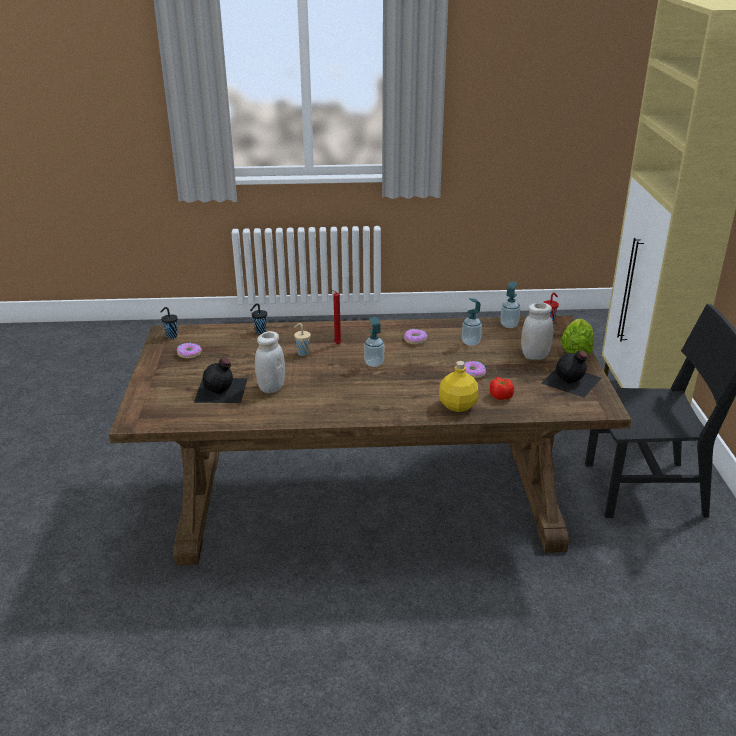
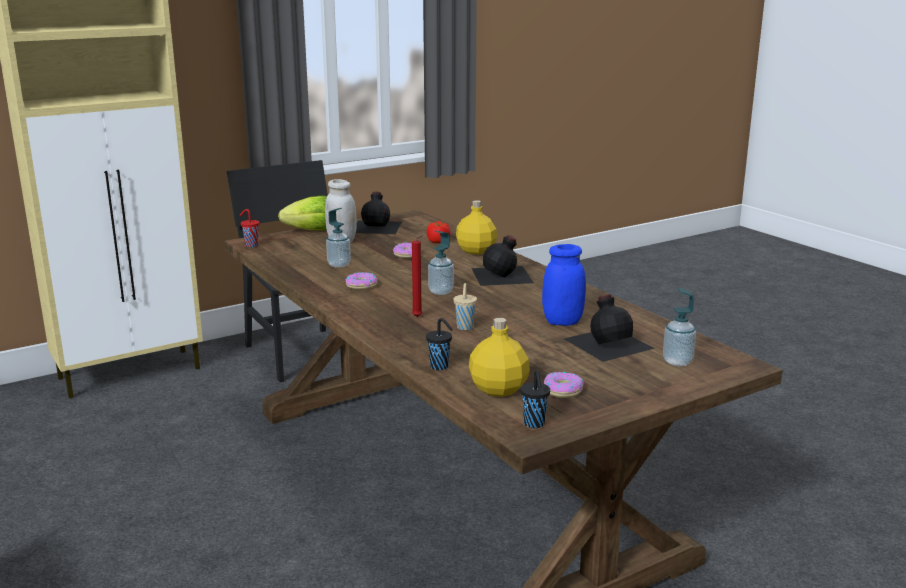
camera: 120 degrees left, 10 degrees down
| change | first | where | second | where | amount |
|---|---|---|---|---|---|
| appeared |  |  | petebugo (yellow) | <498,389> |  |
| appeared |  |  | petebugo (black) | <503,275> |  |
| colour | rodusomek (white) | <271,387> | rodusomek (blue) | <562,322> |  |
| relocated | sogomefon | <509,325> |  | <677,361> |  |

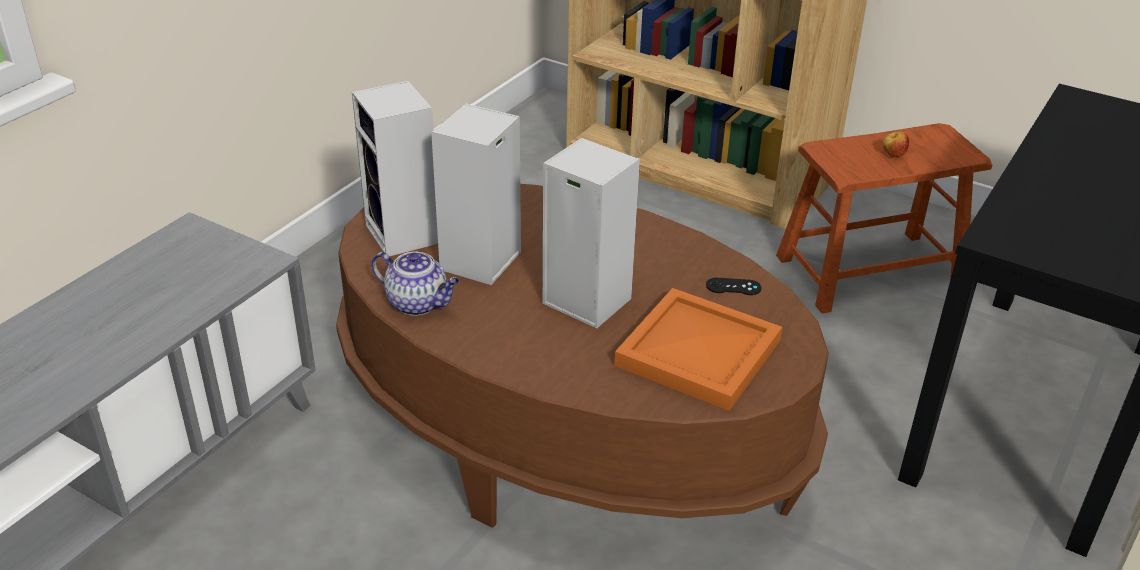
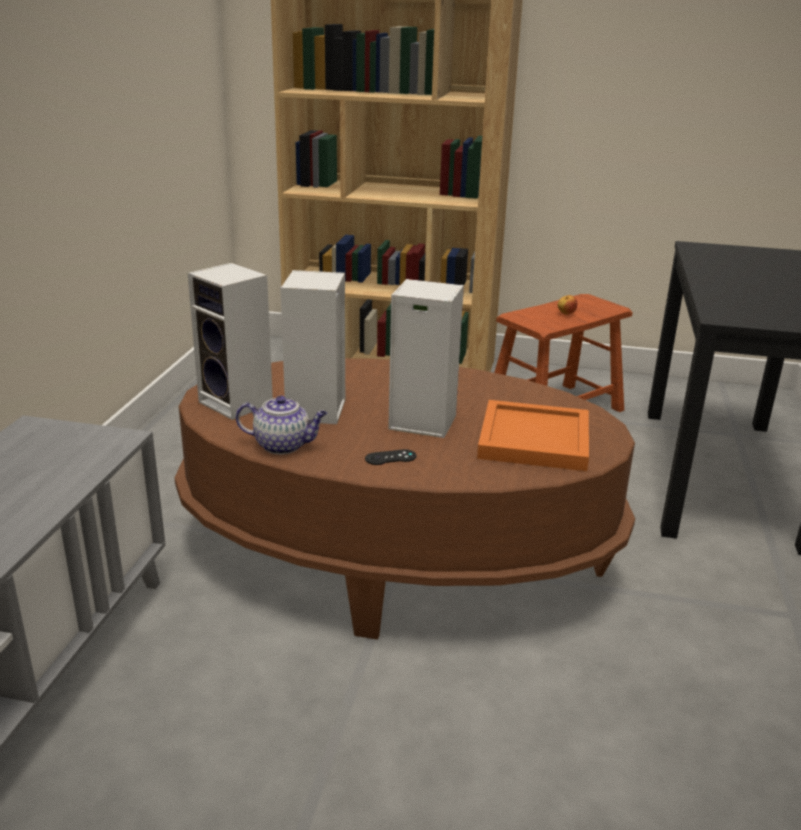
camera: 20 degrees left, 10 degrees down
| change | first | where | second | where | amount |
|---|---|---|---|---|---|
| relocated | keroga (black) | <733,287> |  | <390,457> |  |

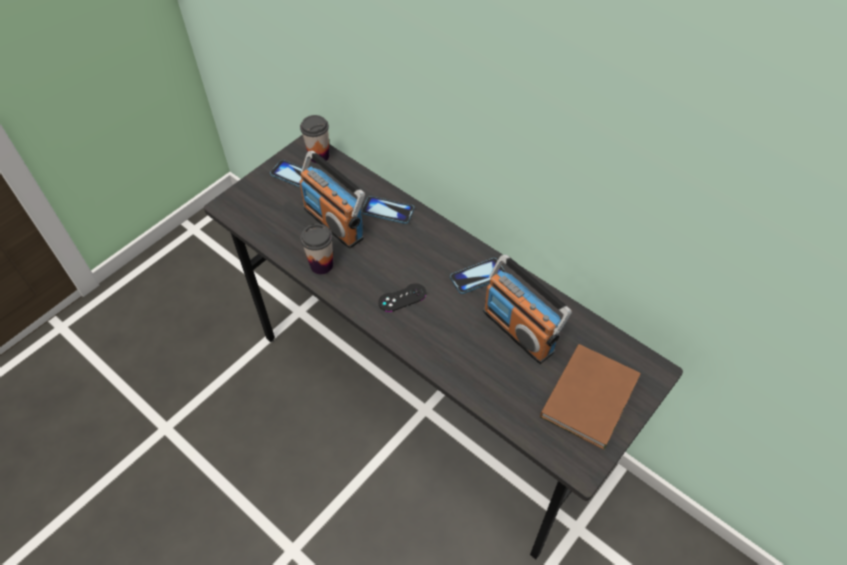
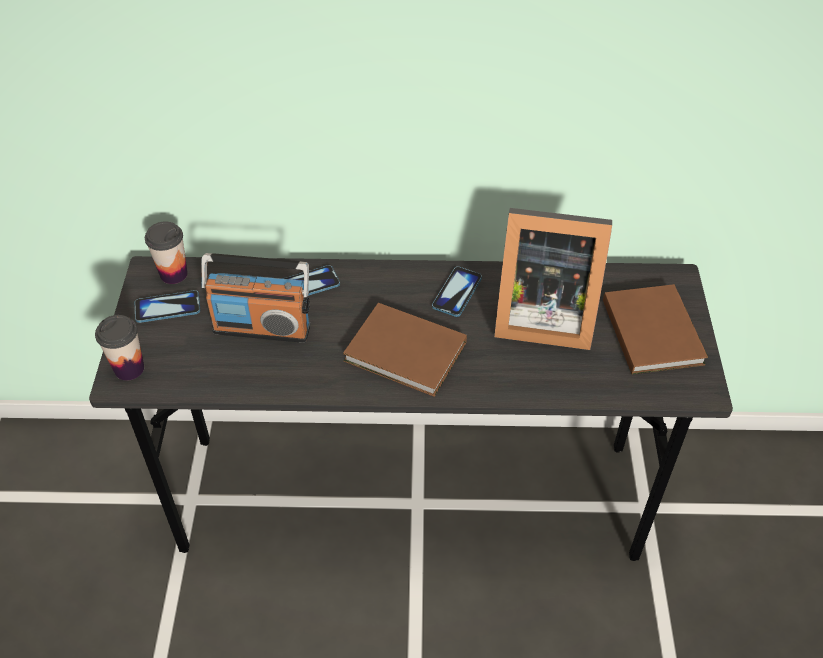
camera: 40 degrees left, 5 degrees down
| change | first | where | second | where | amount |
|---|---|---|---|---|---|
| relocated | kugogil | <321,265> |  | <129,368> |  |
| exchanged | keroga (black) | <402,298> | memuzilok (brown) | <407,354> |  |
| exchanged | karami | <519,330> | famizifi | <541,316> |  |

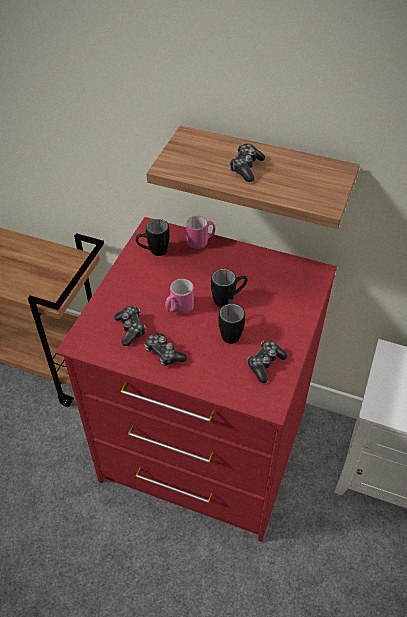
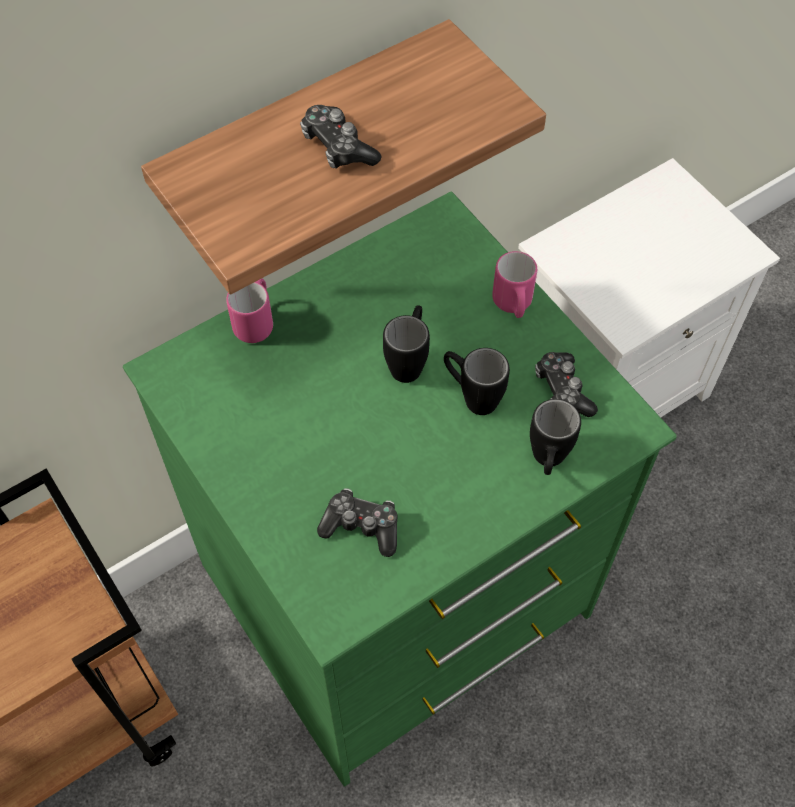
camera: 55 degrees left, 10 degrees up
| change | first | where | second | where | amount |
|---|---|---|---|---|---|
| colour | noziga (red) | <204,447> | noziga (green) | <397,595> |  |
| relocated | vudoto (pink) | <179,309> |  | <513,305> |  |
| relocated | vudoto (black) | <153,252> |  | <547,462> |  |
| missing | keroga | <164,353> |  |  |  |

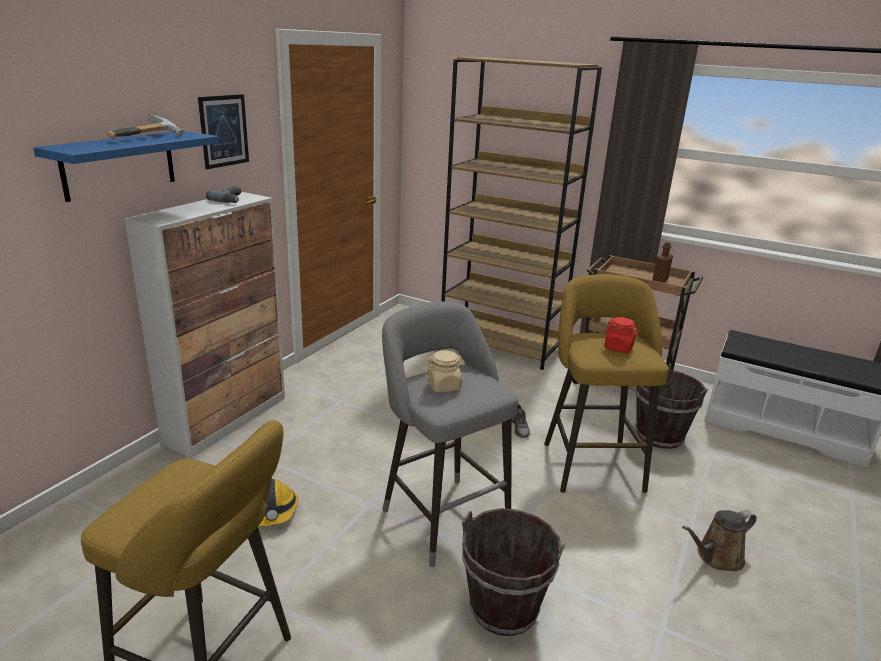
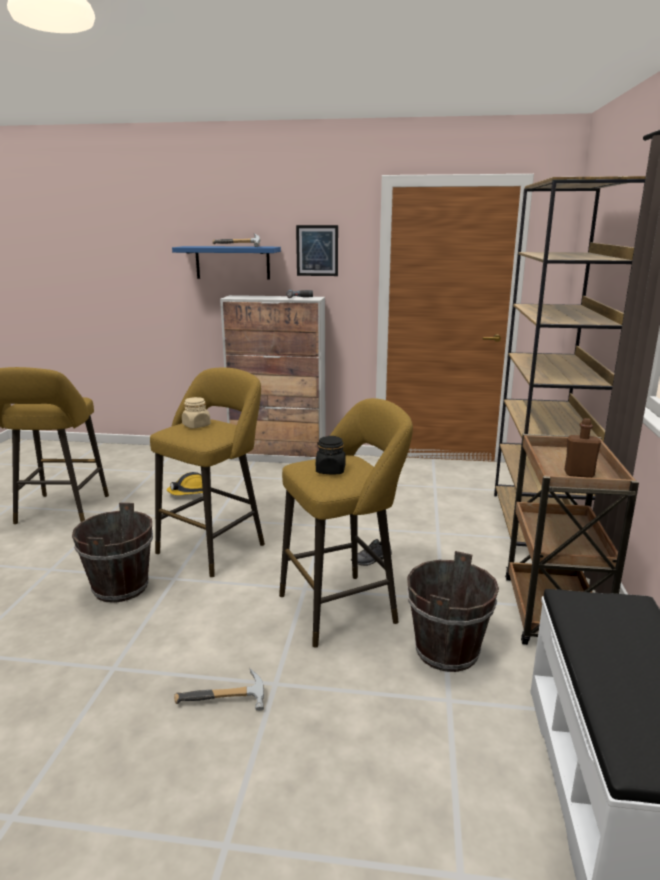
camera: 70 degrees right, 5 degrees down
| change | first | where | second | where | amount |
|---|---|---|---|---|---|
| colour | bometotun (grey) | <441,515> | bometotun (yellow) | <215,546> |  |
| exchanged | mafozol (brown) | <716,557> | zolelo | <224,703> |  |
| colour | rodusomek (red) | <618,348> | rodusomek (black) | <330,470> |  |

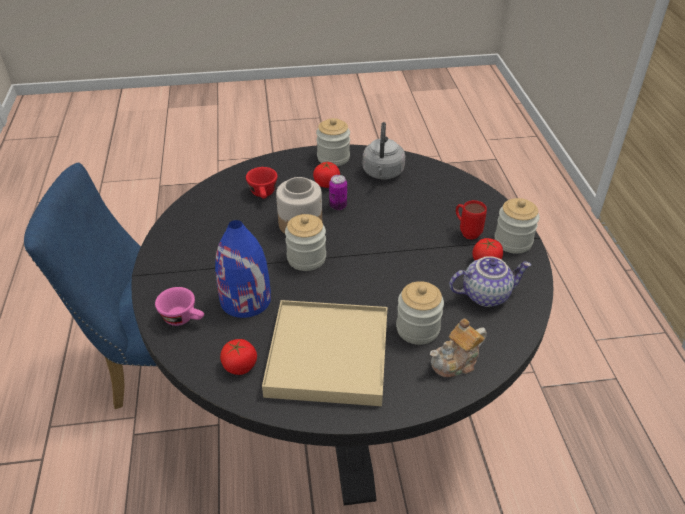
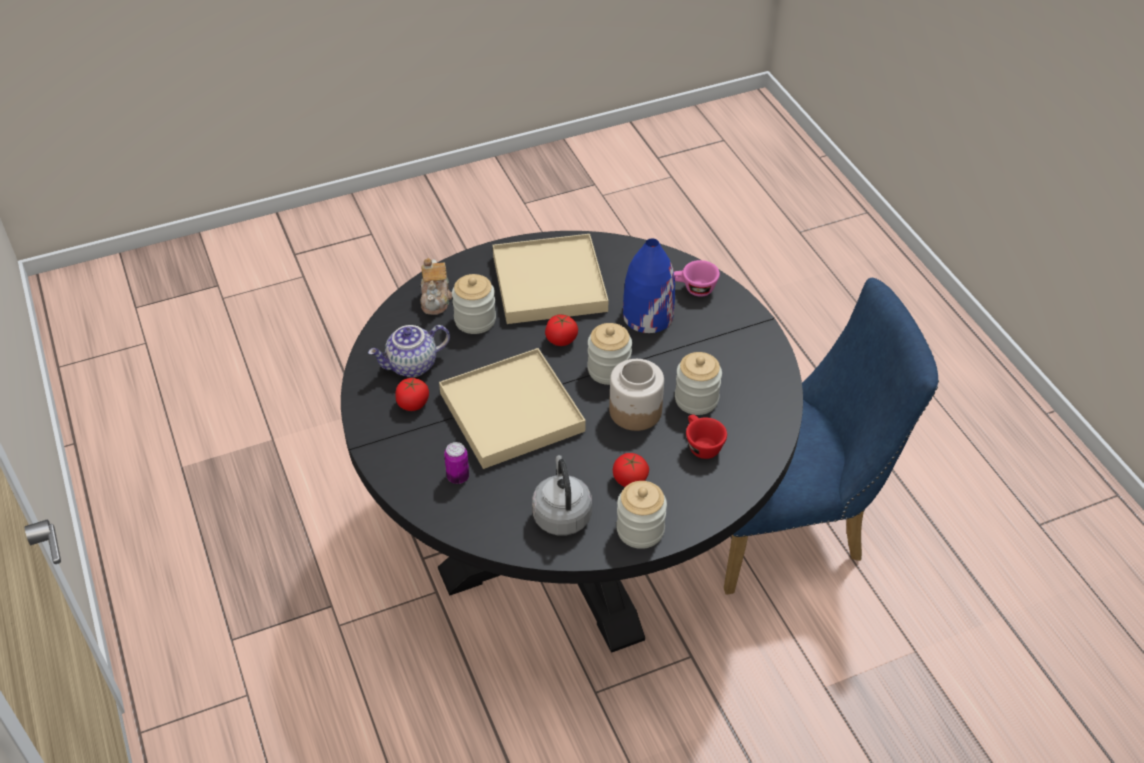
camera: 165 degrees right, 5 degrees up
| change | first | where | second | where | amount |
|---|---|---|---|---|---|
| spun | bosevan | <456,362> |  | <436,299> | 135 degrees clockwise |
| appeared |  |  | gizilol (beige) | <512,412> |  |
| relocated | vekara | <338,206> |  | <458,477> |  |
| relocated | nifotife | <240,366> |  | <561,339> |  |
| relocated | rodusomek | <513,241> |  | <696,399> |  |
| missing | vudoto (red) | <466,232> |  |  |  |

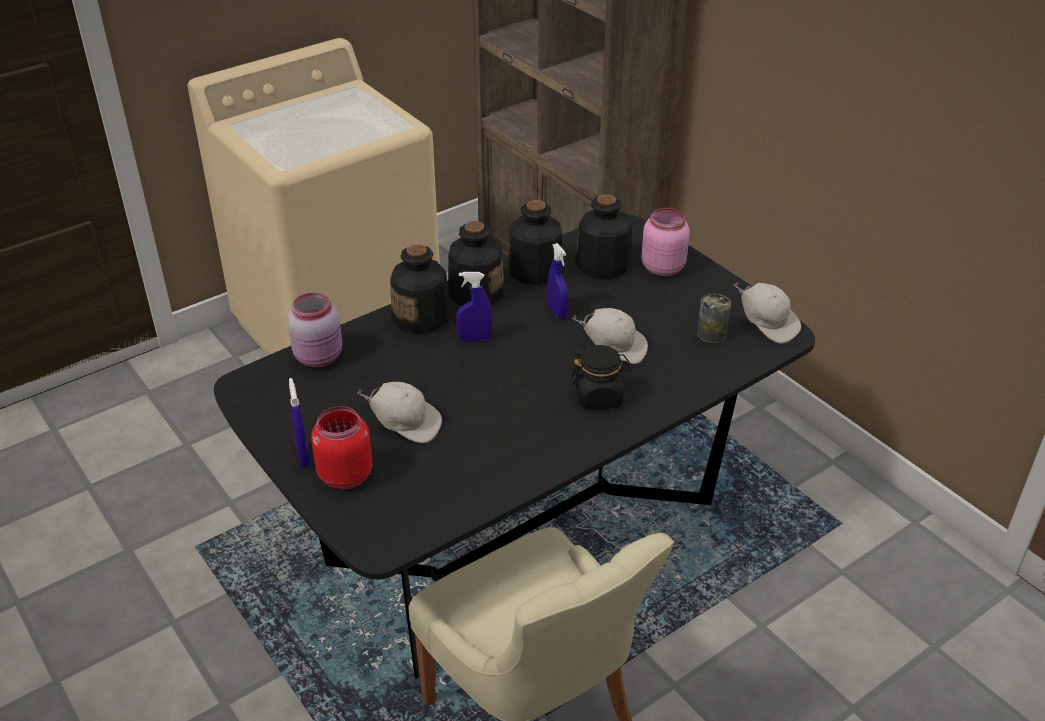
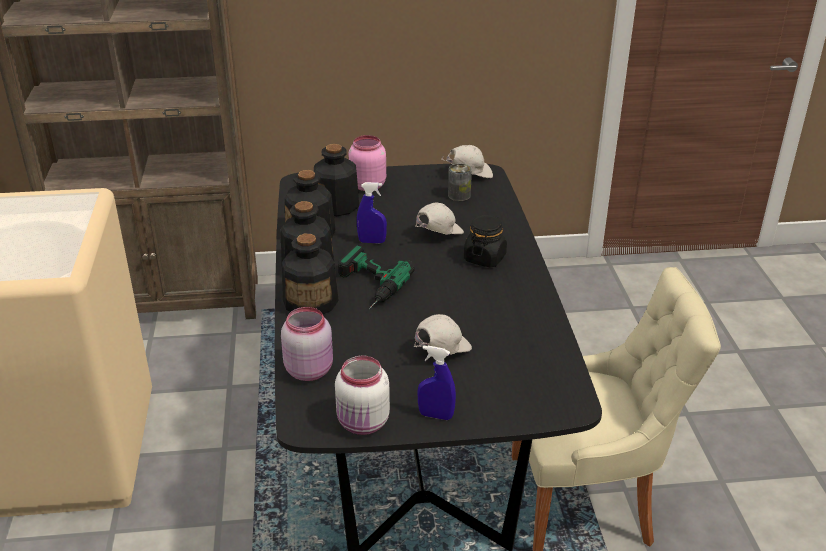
camera: 60 degrees left, 5 degrees down
| change | first | where | second | where | amount |
|---|---|---|---|---|---|
| appeared |  |  | rodusomek (white) | <363,423> |  |
| exchanged | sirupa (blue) | <474,338> | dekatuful | <366,286> |  |
| missing | rodusomek (red) | <344,475> |  |  |  |

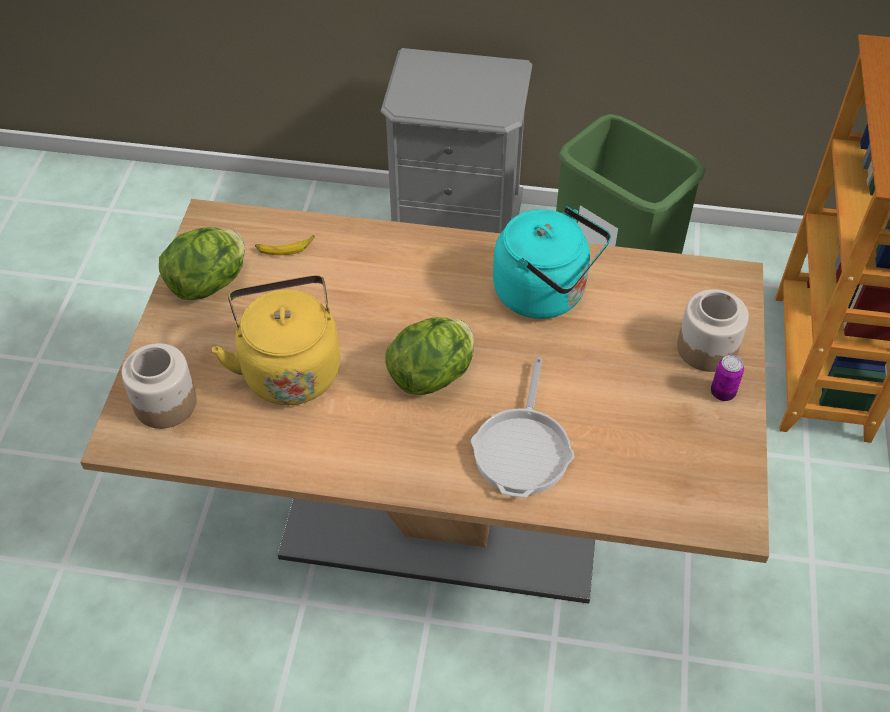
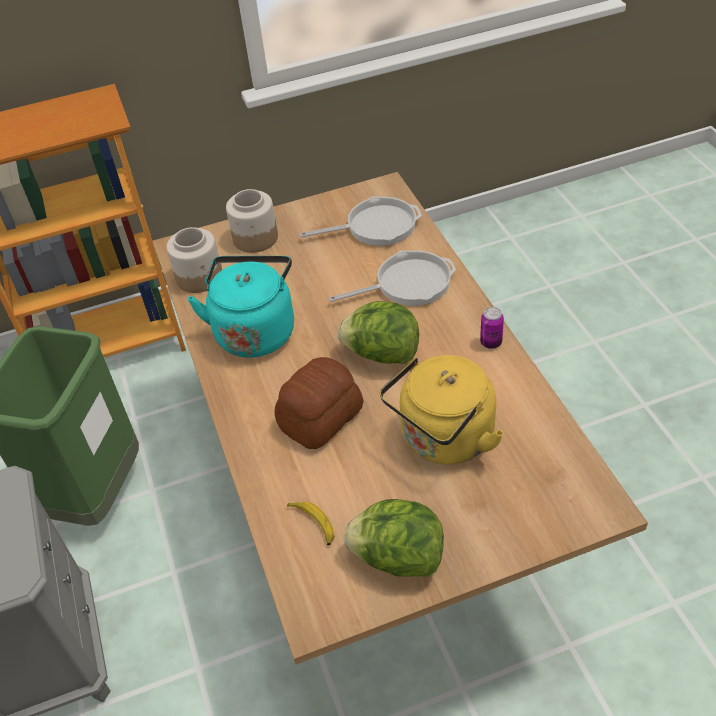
camera: 115 degrees left, 5 degrees down
| change | first | where | second | where | amount |
|---|---|---|---|---|---|
| relocated | rodusomek | <164,404> |  | <200,277> |  |
| appeared |  |  | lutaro | <319,418> |  |
| appeared |  |  | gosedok | <376,226> |  |
| relocated | vekara | <722,393> |  | <491,342> |  |

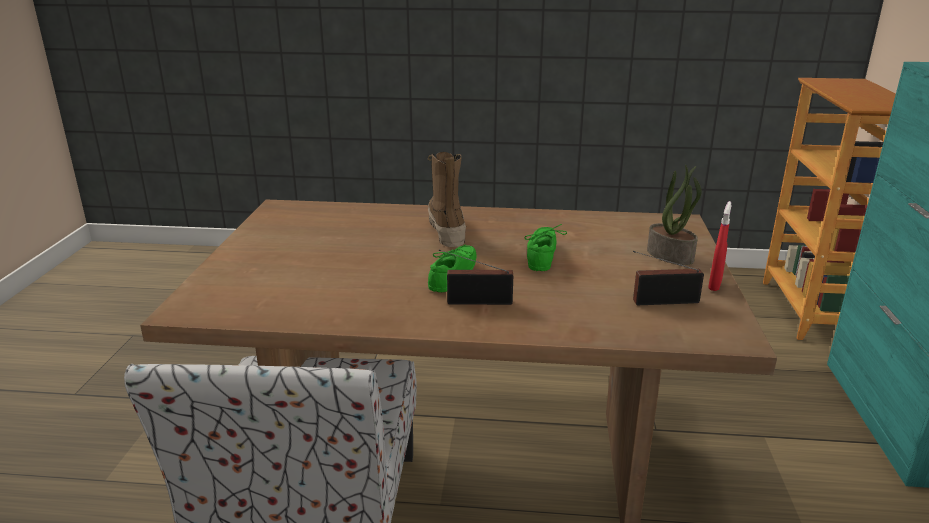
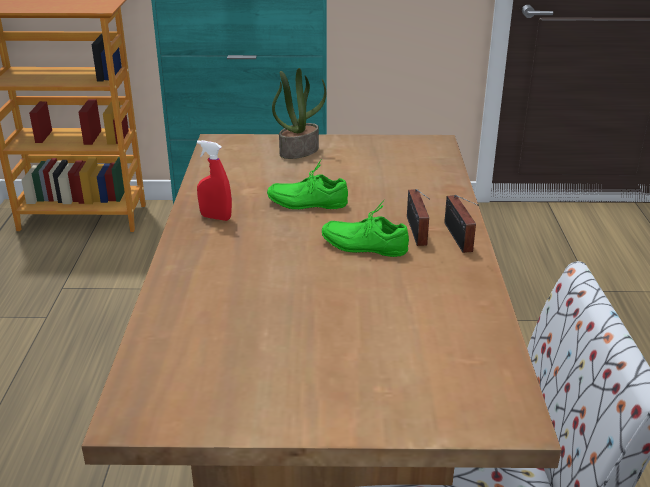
camera: 95 degrees left, 5 degrees up
| change | first | where | second | where | amount |
|---|---|---|---|---|---|
| relocated | sirupa (red) | <715,285> |  | <216,217> |  |
| relocated | karami | <662,301> |  | <458,239> |  |
| missing | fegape | <446,229> |  |  |  |

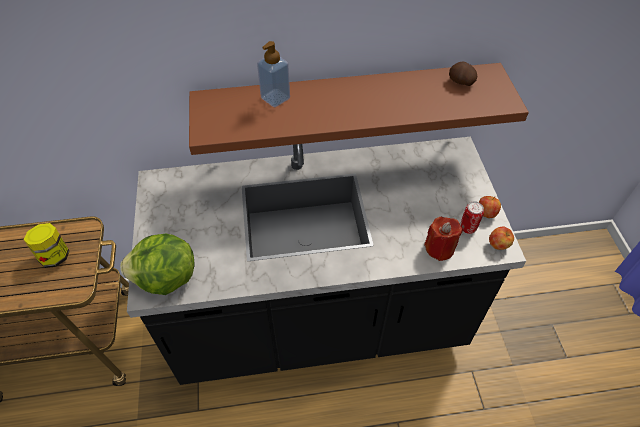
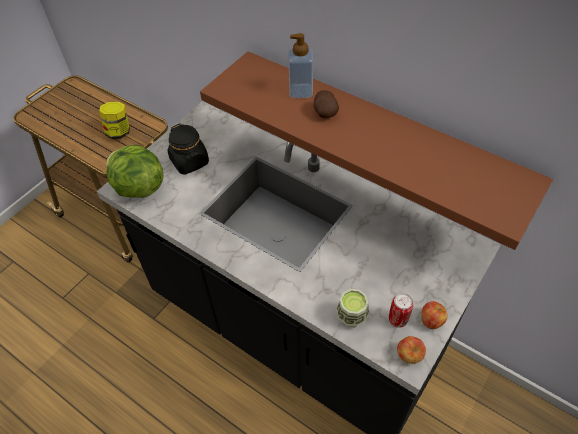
camera: 45 degrees right, 0 degrees up
| change | first | where | second | where | amount |
|---|---|---|---|---|---|
| appeared |  |  | rodusomek (black) | <190,162> |  |
| relocated | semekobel | <460,82> |  | <324,112> |  |
| exchanged | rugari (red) | <439,248> | kugogil | <351,316> |  |

